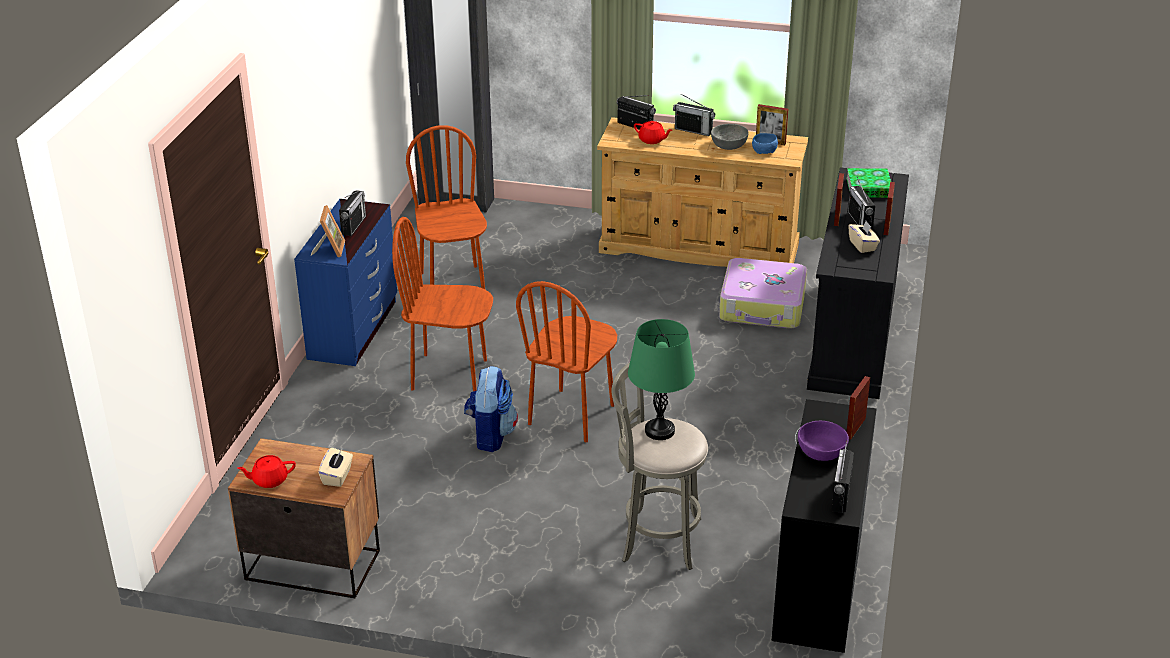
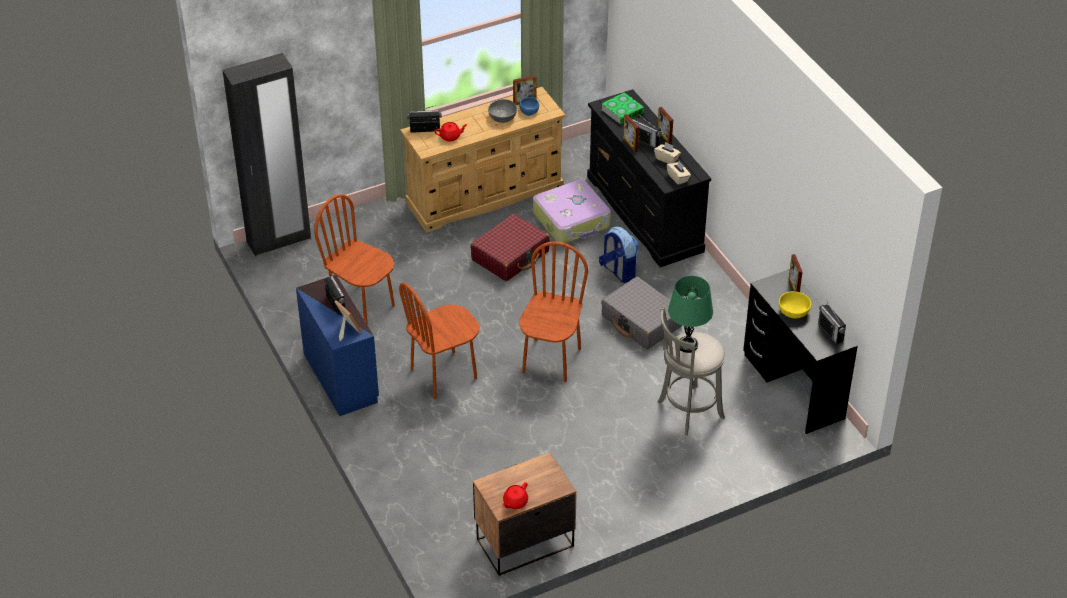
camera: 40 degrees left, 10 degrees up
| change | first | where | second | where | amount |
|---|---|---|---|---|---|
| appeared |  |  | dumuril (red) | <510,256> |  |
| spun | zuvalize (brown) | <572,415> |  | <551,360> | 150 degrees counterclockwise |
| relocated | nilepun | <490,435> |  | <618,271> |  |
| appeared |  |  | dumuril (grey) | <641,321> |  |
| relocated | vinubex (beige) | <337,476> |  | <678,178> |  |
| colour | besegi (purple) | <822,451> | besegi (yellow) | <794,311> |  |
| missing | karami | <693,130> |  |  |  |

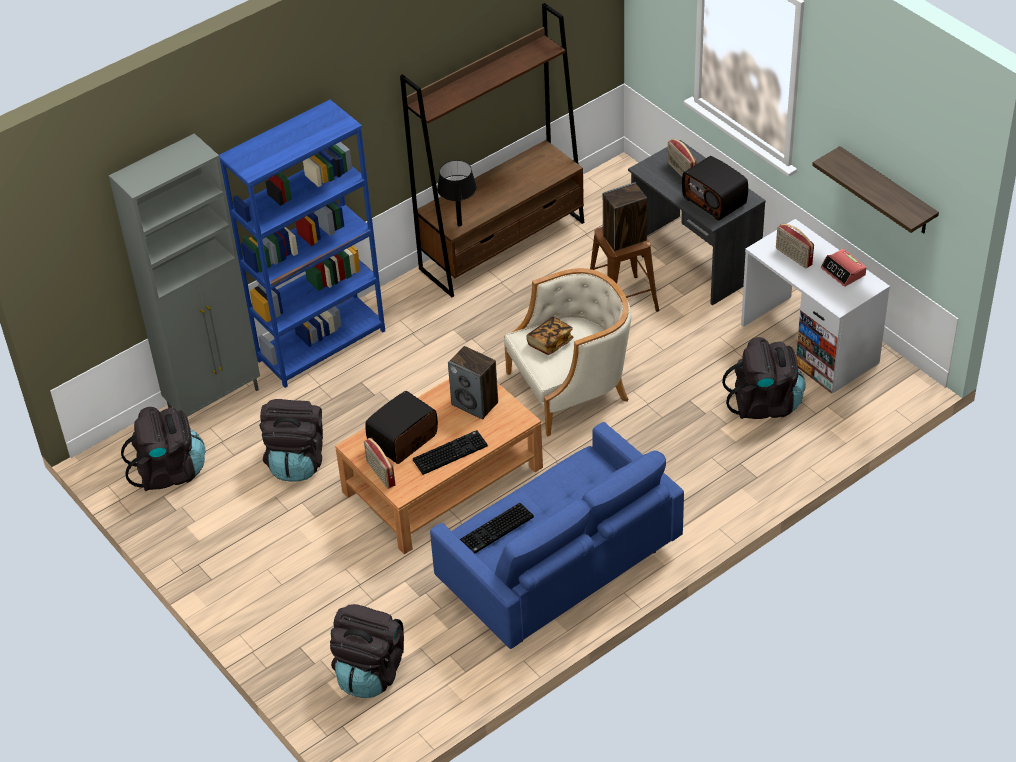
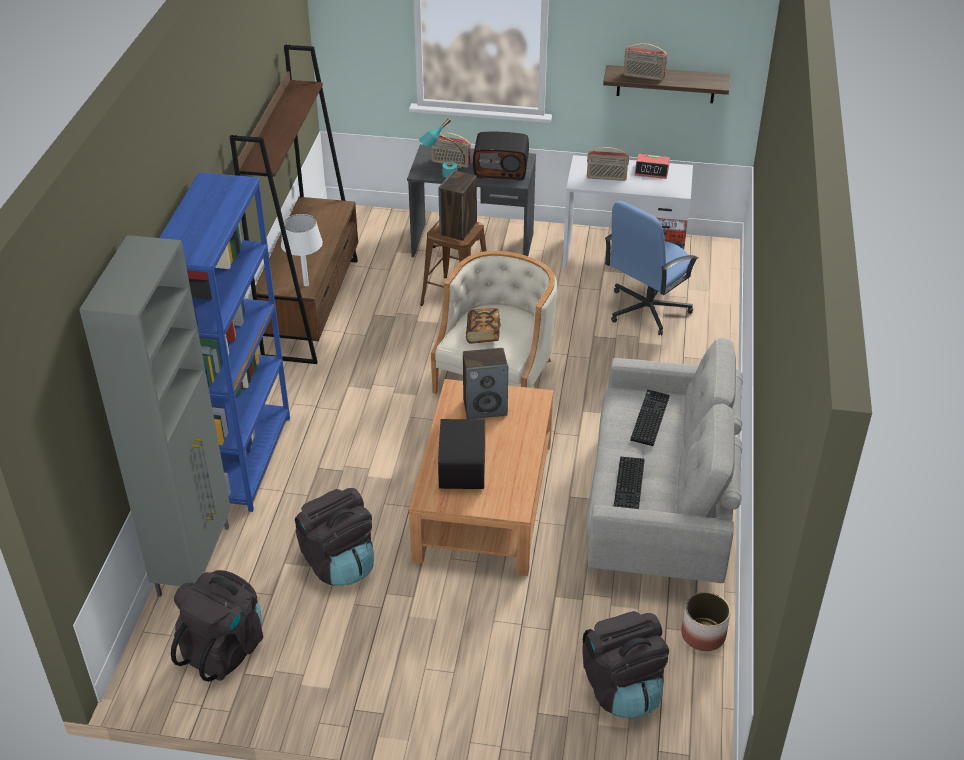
camera: 45 degrees left, 5 degrees down
| change | first | where | second | where | amount |
|---|---|---|---|---|---|
| colour | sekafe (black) | <459,224> | sekafe (white) | <306,284> |  |
| appeared |  |  | sekafe (turquoise) | <443,176> |  |
| colour | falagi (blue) | <558,569> | falagi (grey) | <659,507> |  |
| exchanged | nilepun (black) | <765,404> | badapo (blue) | <646,310> |  |
| relocated | karami | <380,474> |  | <643,77> |  |
| relocated | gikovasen | <450,452> |  | <649,417> |  |
| appeared |  |  | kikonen | <703,635> |  |

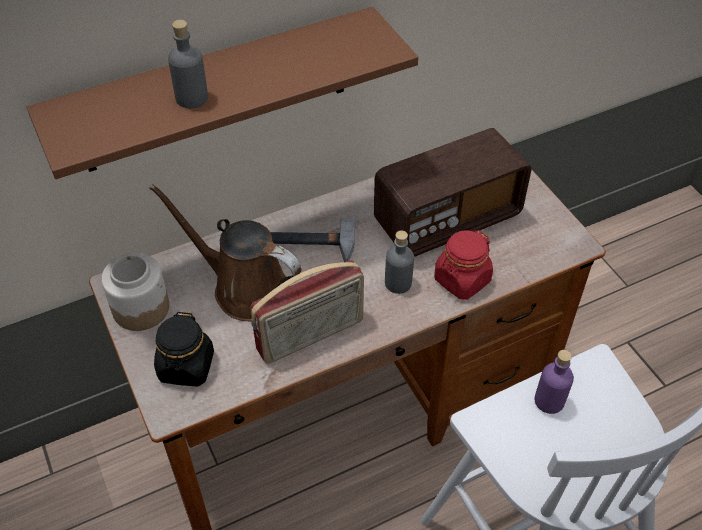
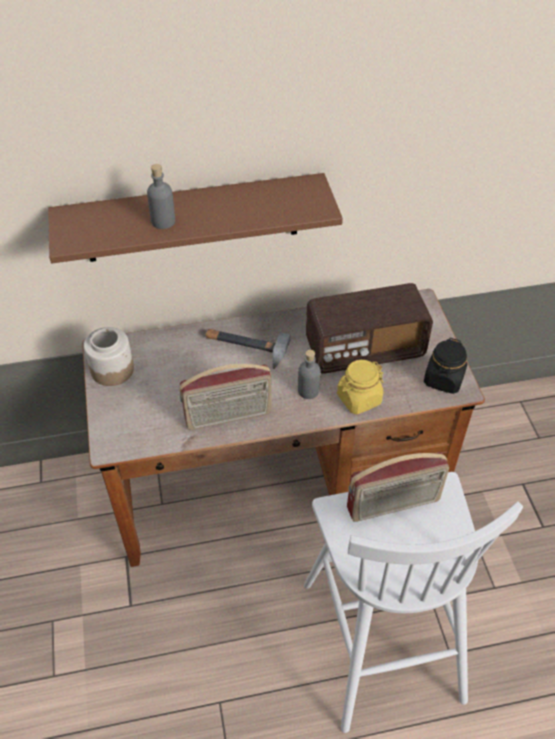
camera: 15 degrees right, 0 degrees up
| change | first | where | second | where | amount |
|---|---|---|---|---|---|
| colour | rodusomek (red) | <462,280> | rodusomek (yellow) | <358,399> |  |
| exchanged | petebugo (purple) | <549,401> | karami | <393,505> |  |
| relocated | rodusomek (black) | <186,367> |  | <443,379> |  |
| missing | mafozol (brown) | <244,288> |  |  |  |

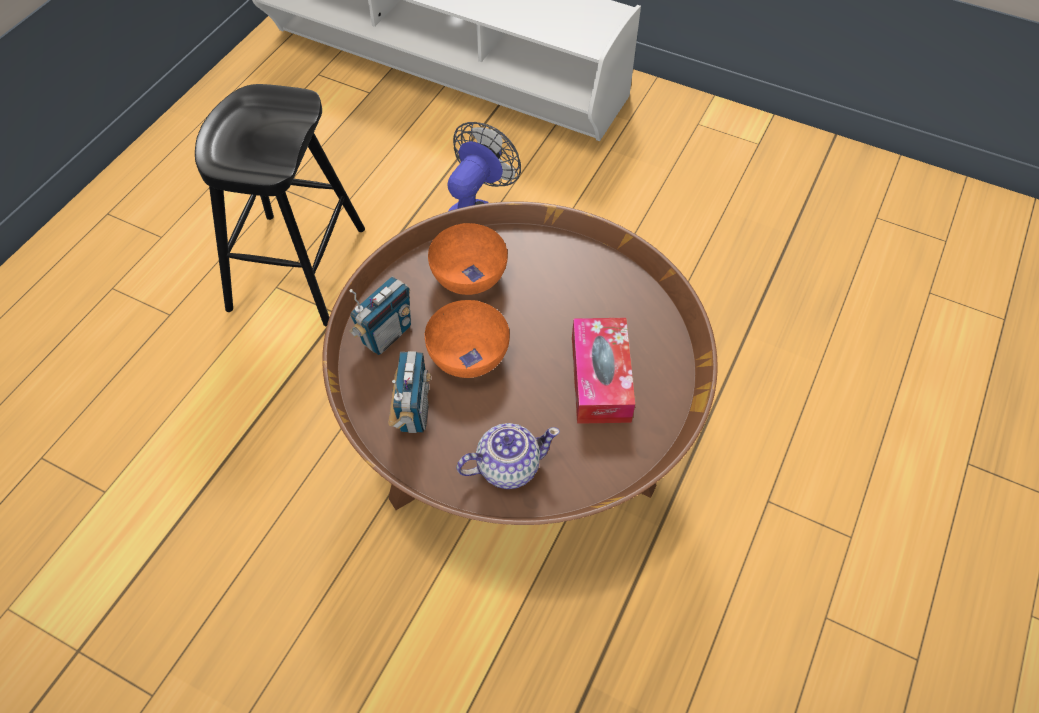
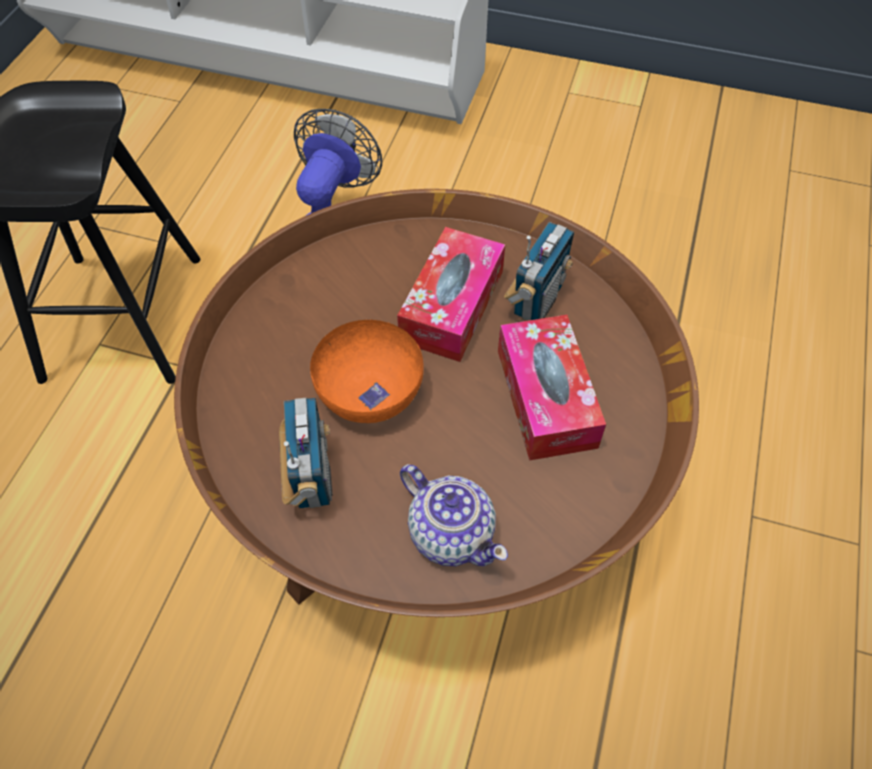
camera: 10 degrees left, 0 degrees up
| change | first | where | second | where | amount |
|---|---|---|---|---|---|
| appeared |  |  | vinubex | <452,306> |  |
| spun | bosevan | <507,466> |  | <451,532> | 75 degrees clockwise |
| relocated | karami | <386,335> |  | <536,300> |  |
| missing | besegi (orange) | <468,275> |  |  |  |

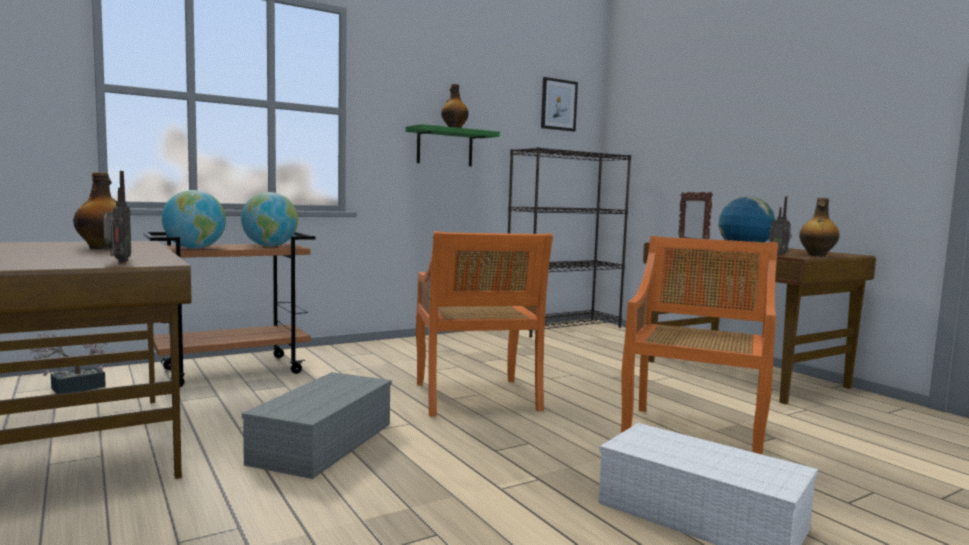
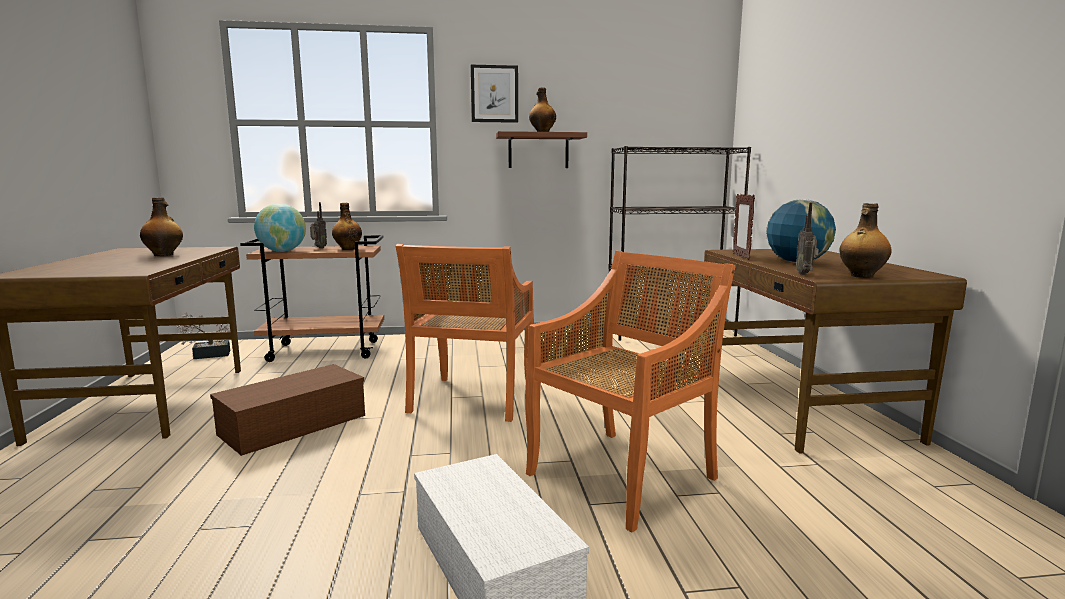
camera: 25 degrees right, 5 degrees up
| change | first | where | second | where | amount |
|---|---|---|---|---|---|
| colour | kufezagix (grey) | <323,442> | kufezagix (brown) | <294,424> |  |
| relocated | karami | <117,261> |  | <319,248> |  |
| exchanged | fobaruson | <270,246> | petebugo | <348,249> |  |
| relocated | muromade | <558,105> |  | <494,94> |  |
| colour | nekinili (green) | <445,147> | nekinili (brown) | <538,151> |  |

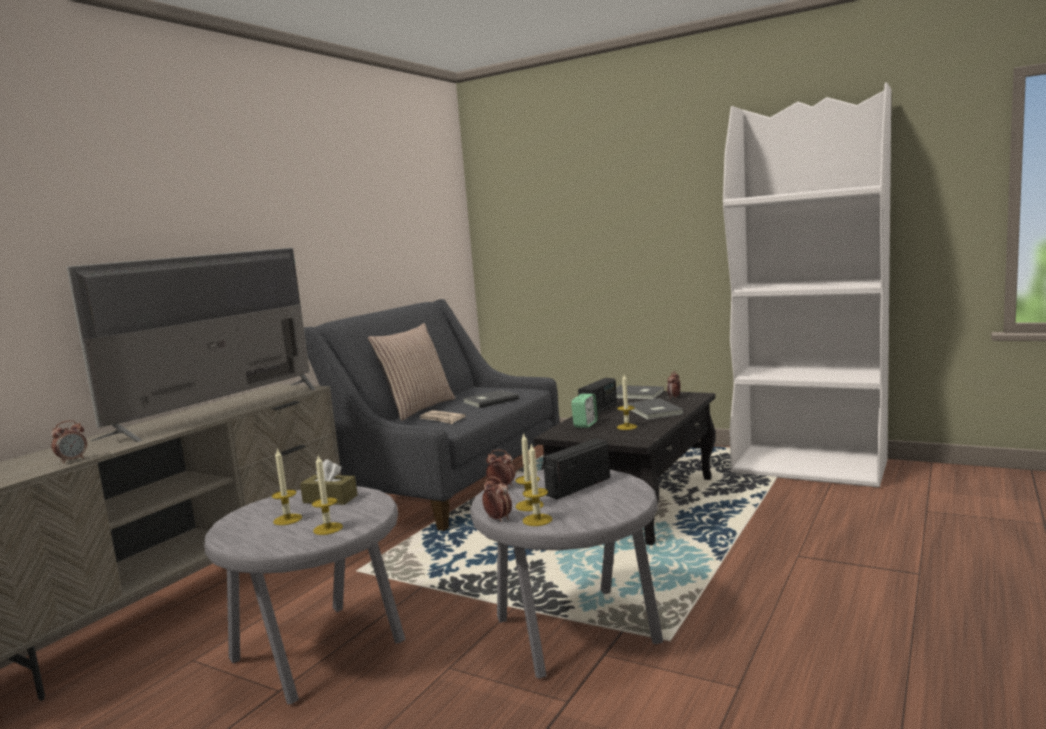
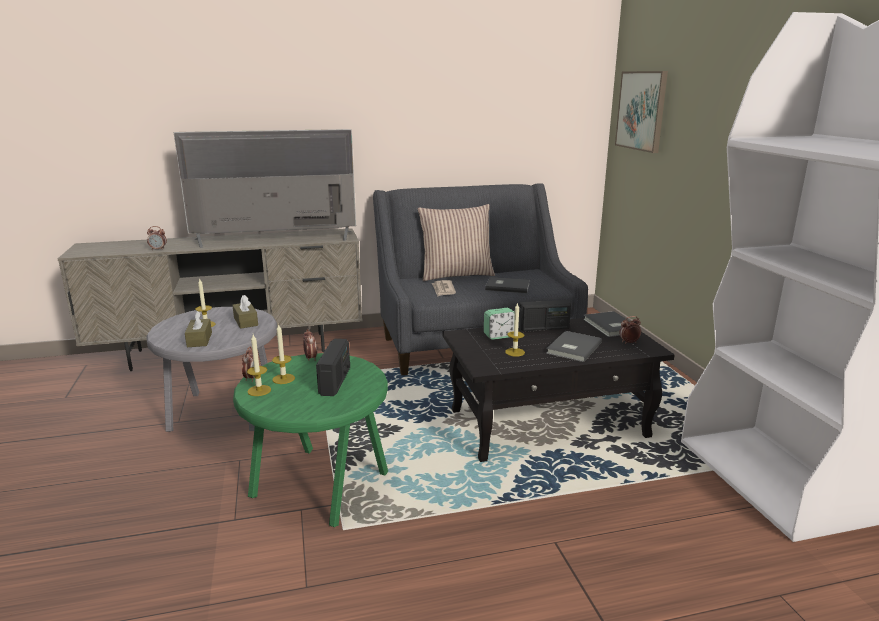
camera: 45 degrees right, 10 degrees up
| change | first | where | second | where | amount |
|---|---|---|---|---|---|
| exchanged | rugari | <328,529> | vinubex (brown) | <199,339> |  |
| colour | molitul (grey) | <572,631> | molitul (green) | <319,484> |  |
| spun | karami | <578,486> |  | <335,381> | 90 degrees clockwise |
| appeared |  |  | muromade | <641,110> |  |

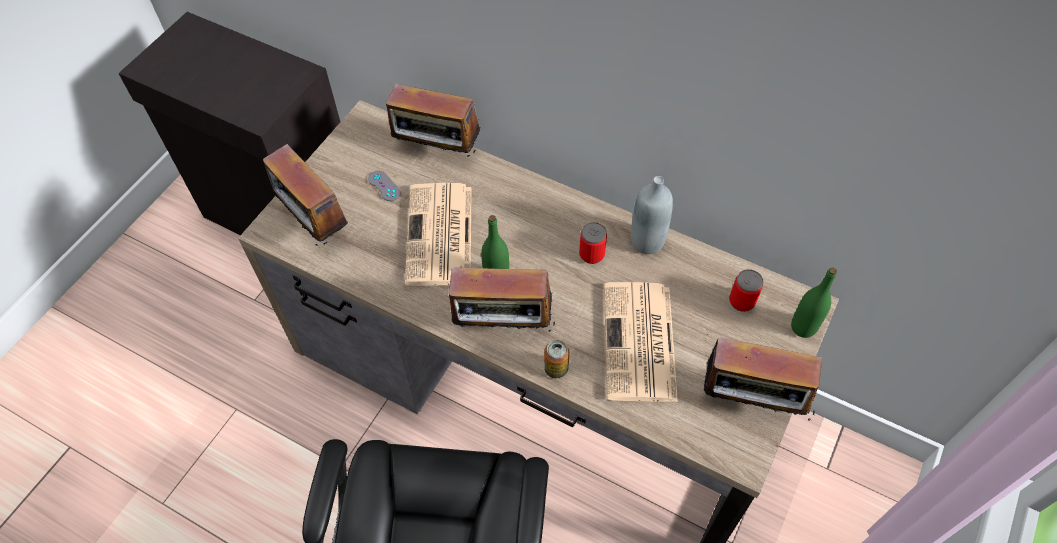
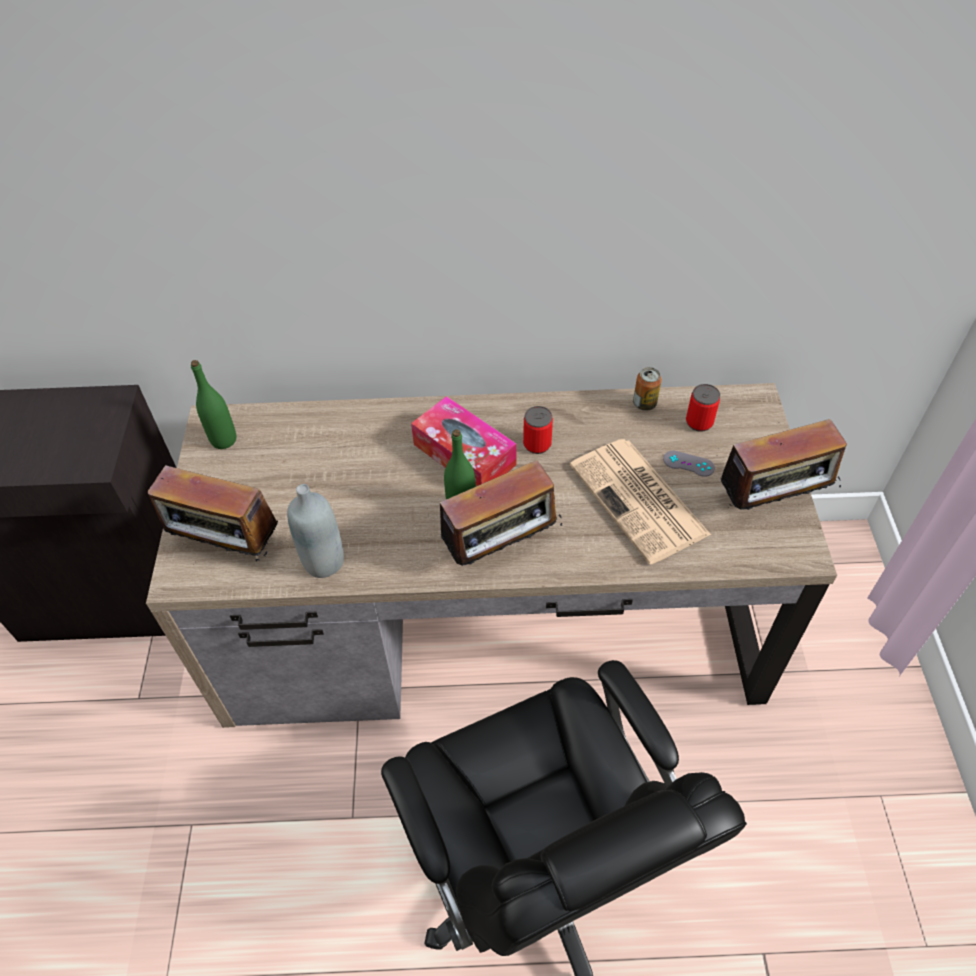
camera: 30 degrees left, 5 degrees down
| change | first | where | second | where | amount |
|---|---|---|---|---|---|
| relocated | petebugo (green) | <803,327> |  | <223,440> |  |
| relocated | petebugo (grey) | <647,241> |  | <324,562> |  |
| appeared |  |  | vinubex | <464,454> |  |
| relocated | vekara | <556,368> |  | <644,403> |  |
| relocated | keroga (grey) | <384,186> |  | <688,464> |  |
| missing | karami | <437,151> |  |  |  |
| missing | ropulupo | <440,236> |  |  |  |

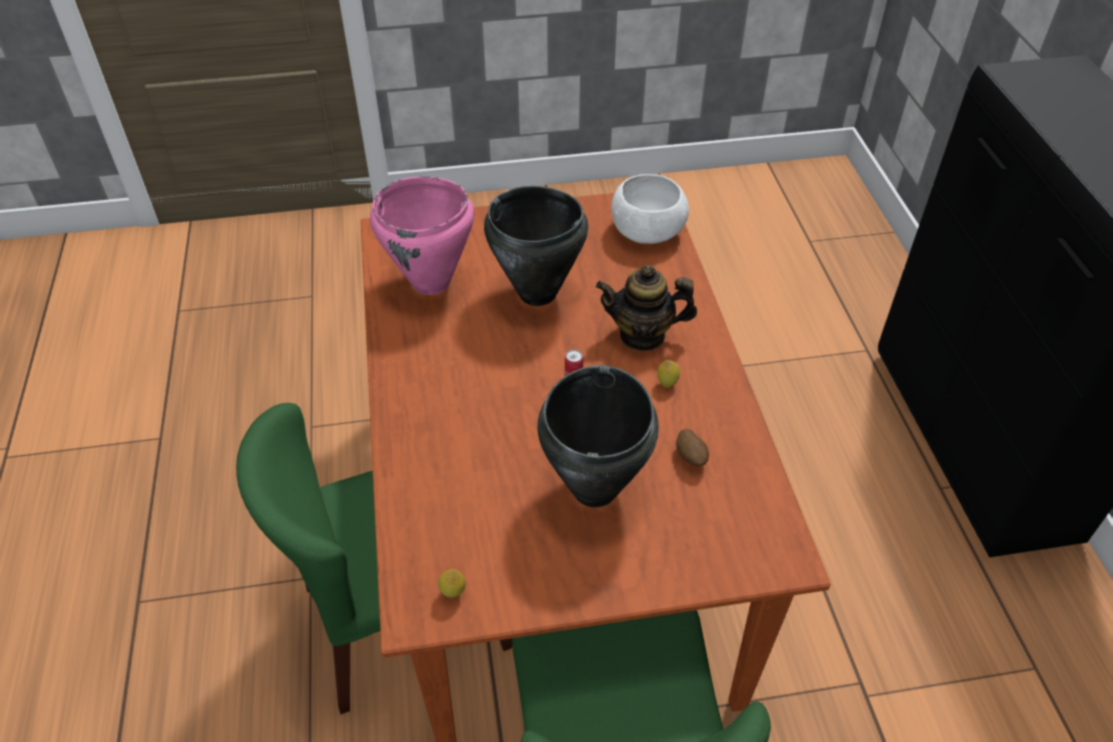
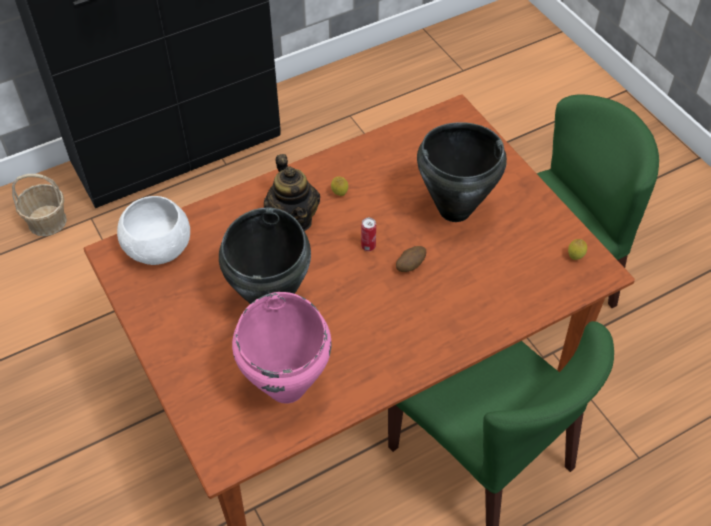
camera: 110 degrees left, 5 degrees up
| change | first | where | second | where | amount |
|---|---|---|---|---|---|
| appeared |  |  | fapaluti | <47,221> |  |
| relocated | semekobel | <691,457> |  | <410,265> |  |

